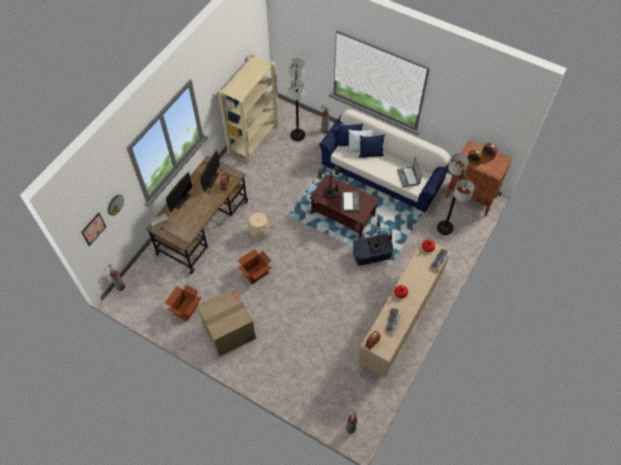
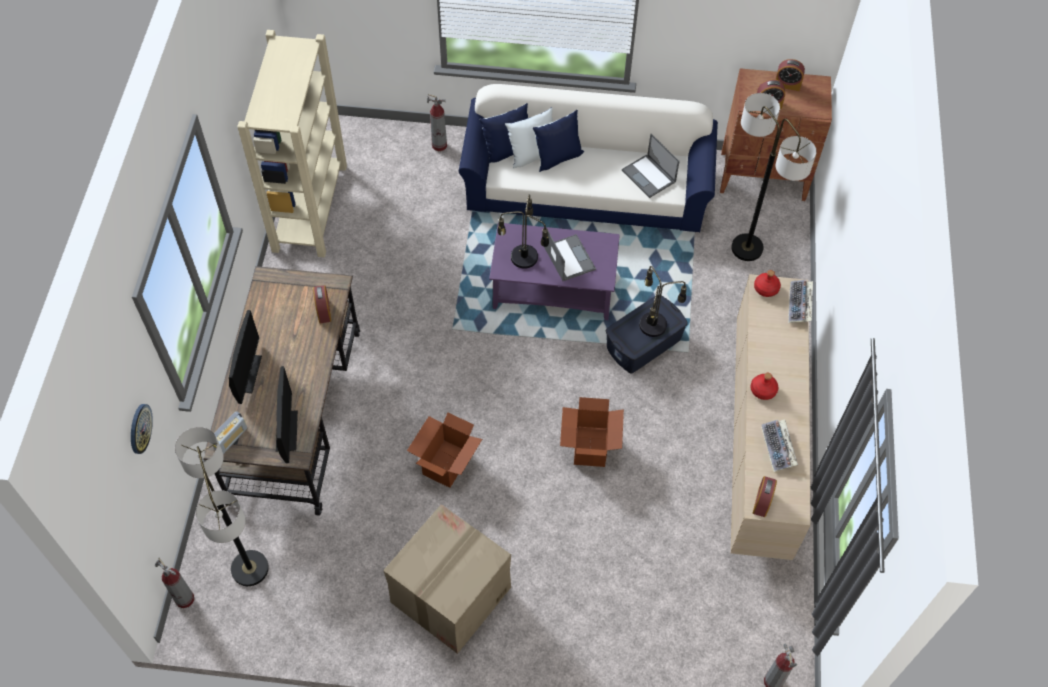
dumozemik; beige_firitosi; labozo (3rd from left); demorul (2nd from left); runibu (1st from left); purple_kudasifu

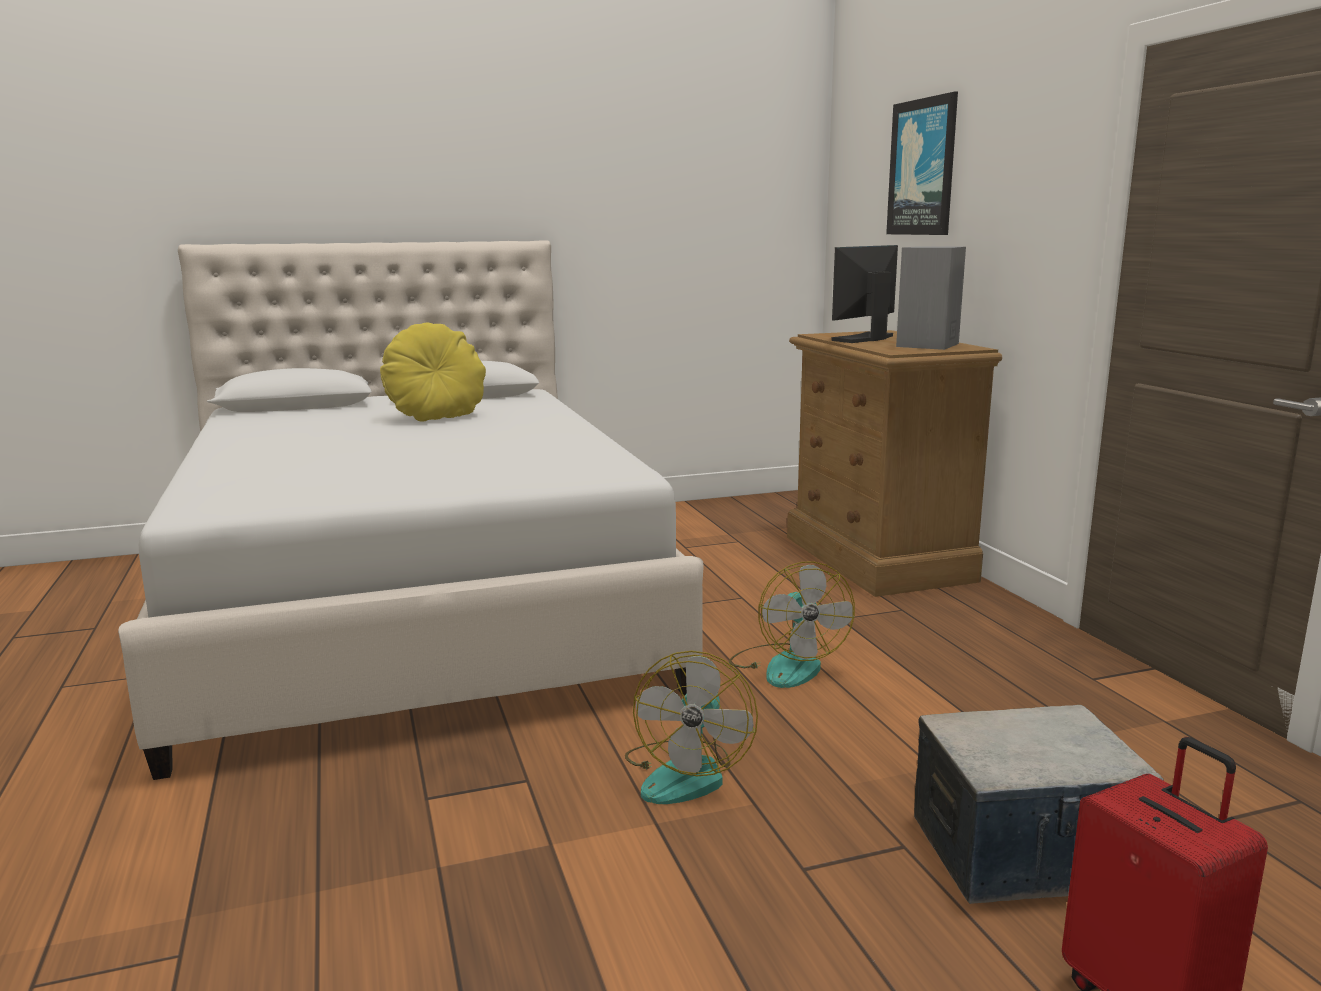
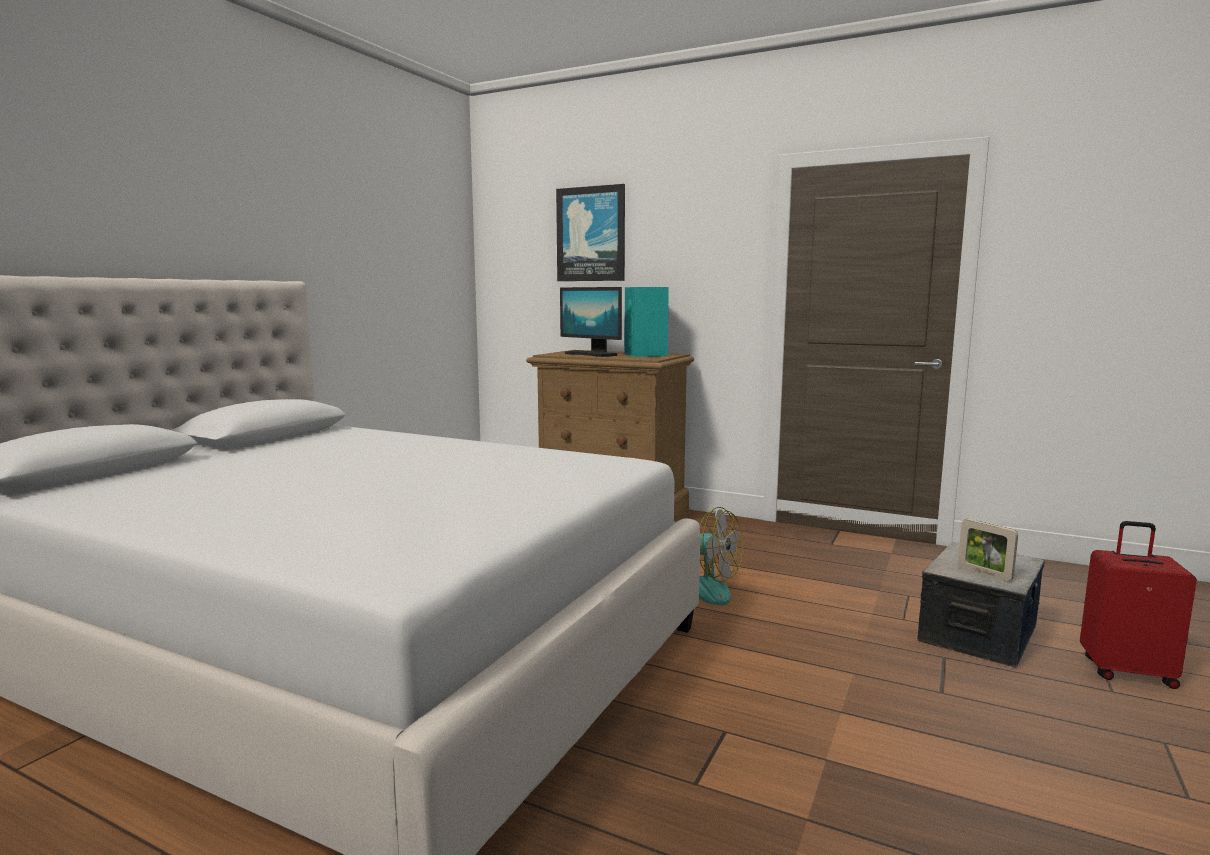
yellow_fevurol; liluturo (1st from left in the first image); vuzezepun; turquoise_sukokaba; demorul

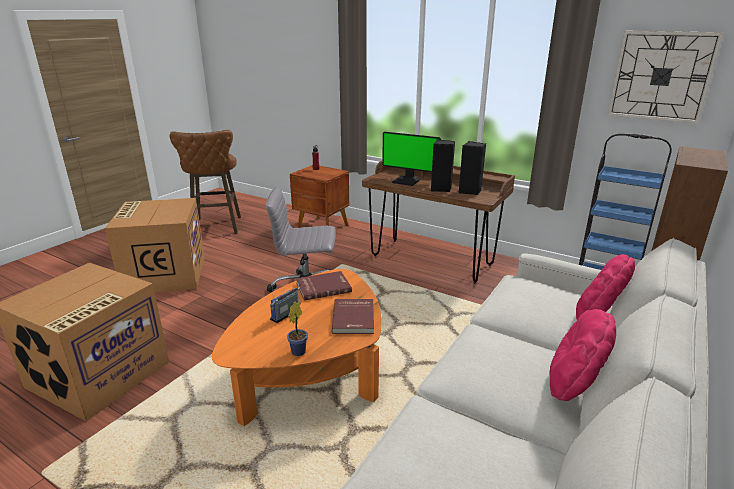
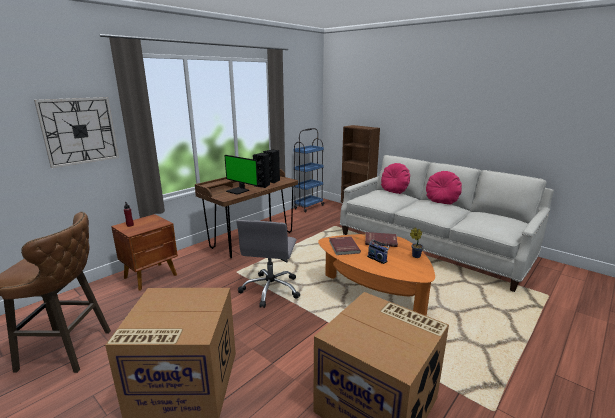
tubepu; demorul

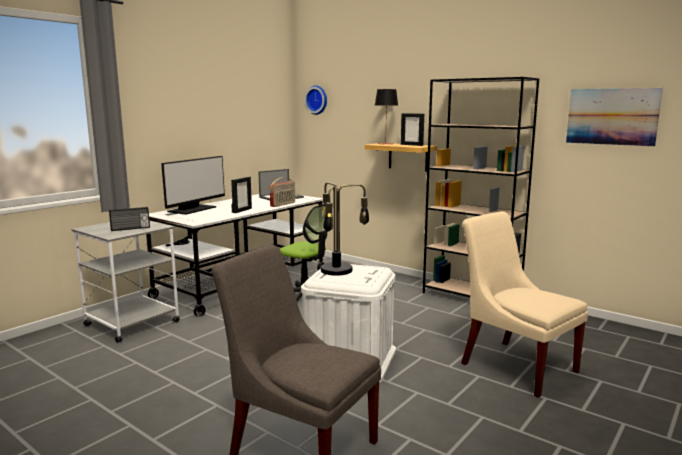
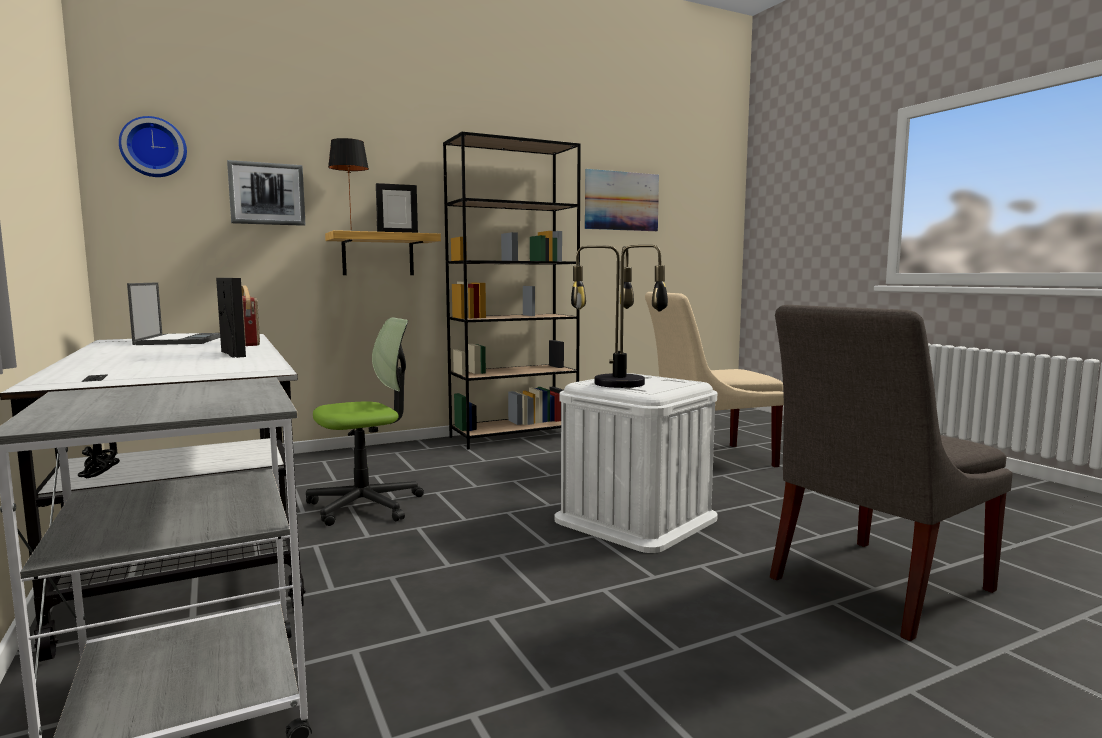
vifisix (1st from left in the first image); demorul; dumozemik (1st from left)

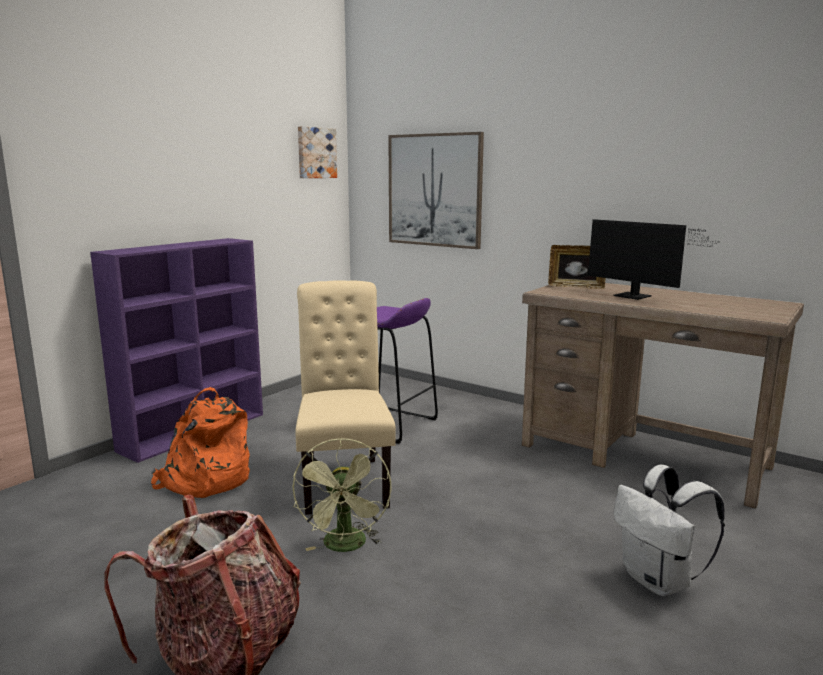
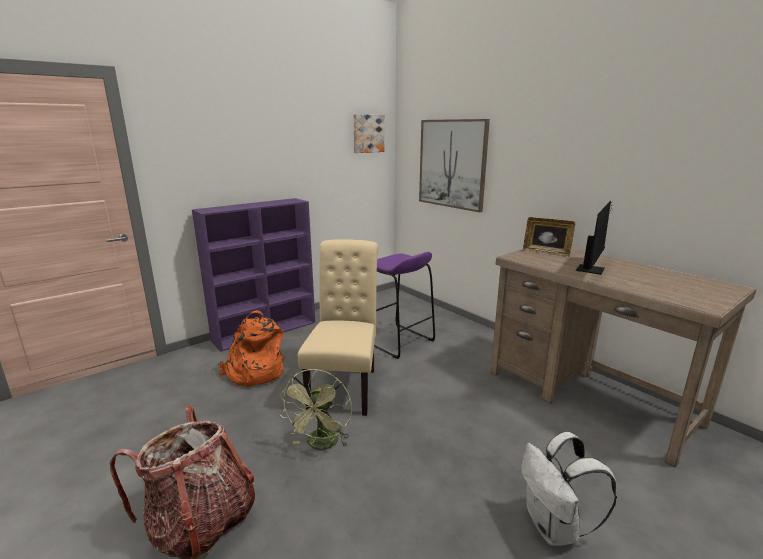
demorul

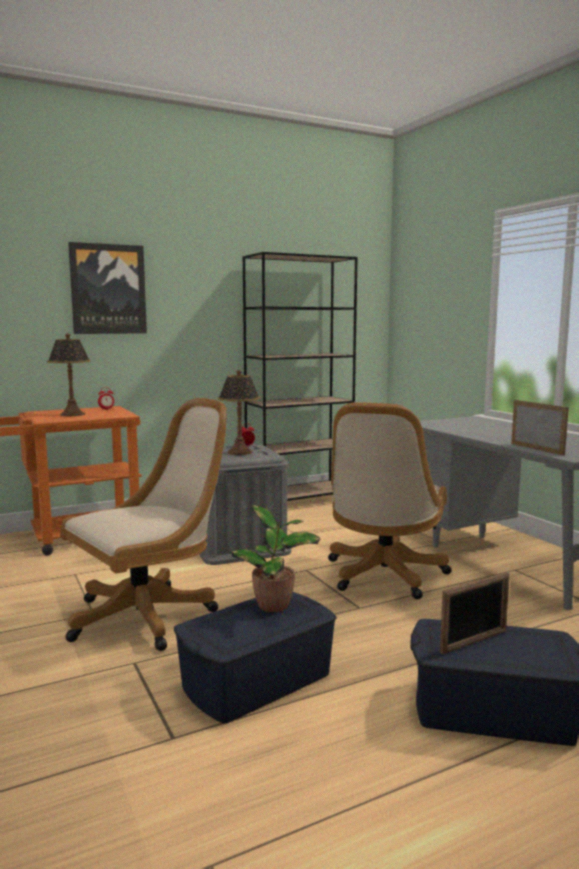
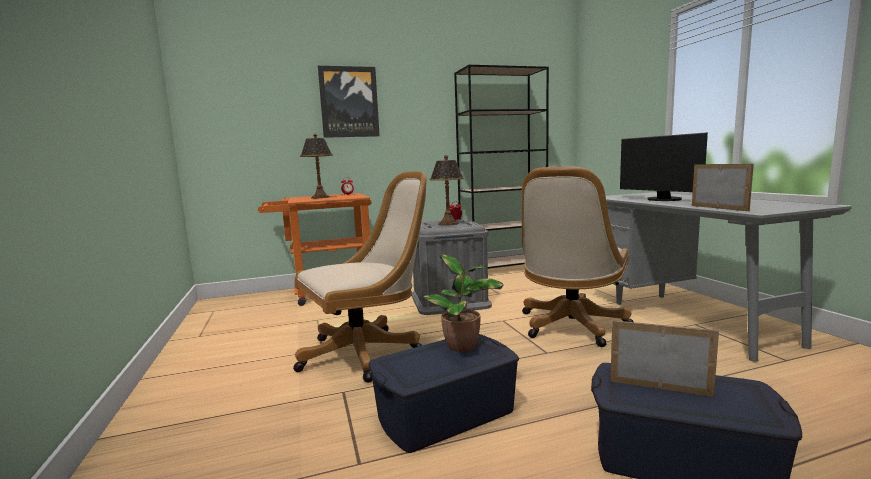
demorul; vuzezepun (1st from left)

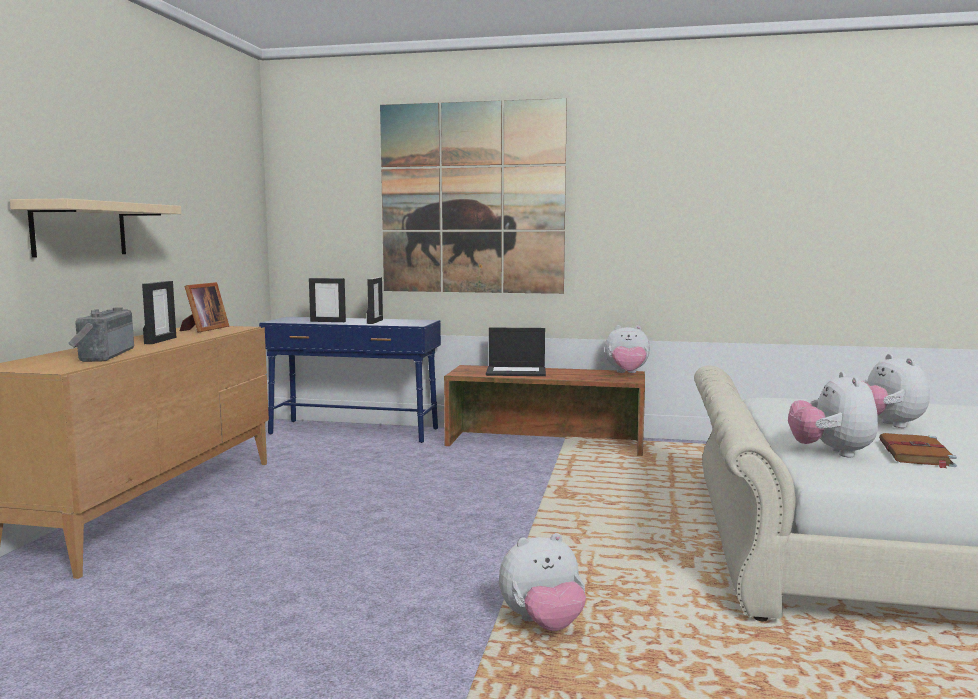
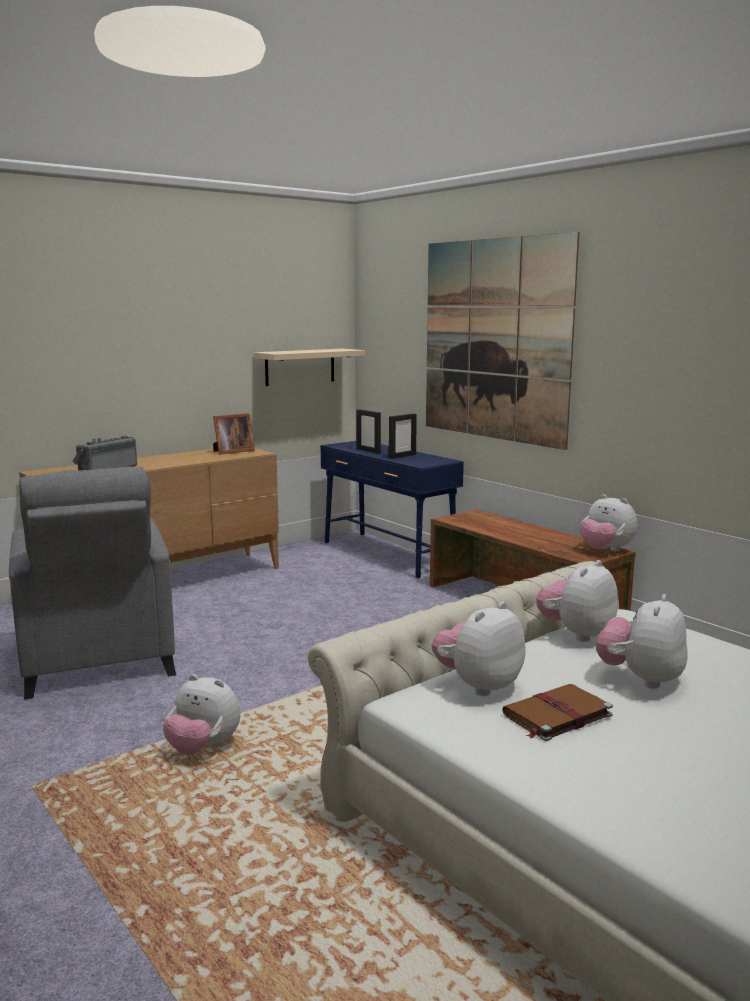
vuzezepun (1st from left in the first image); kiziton; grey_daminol; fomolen (3rd from left); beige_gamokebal

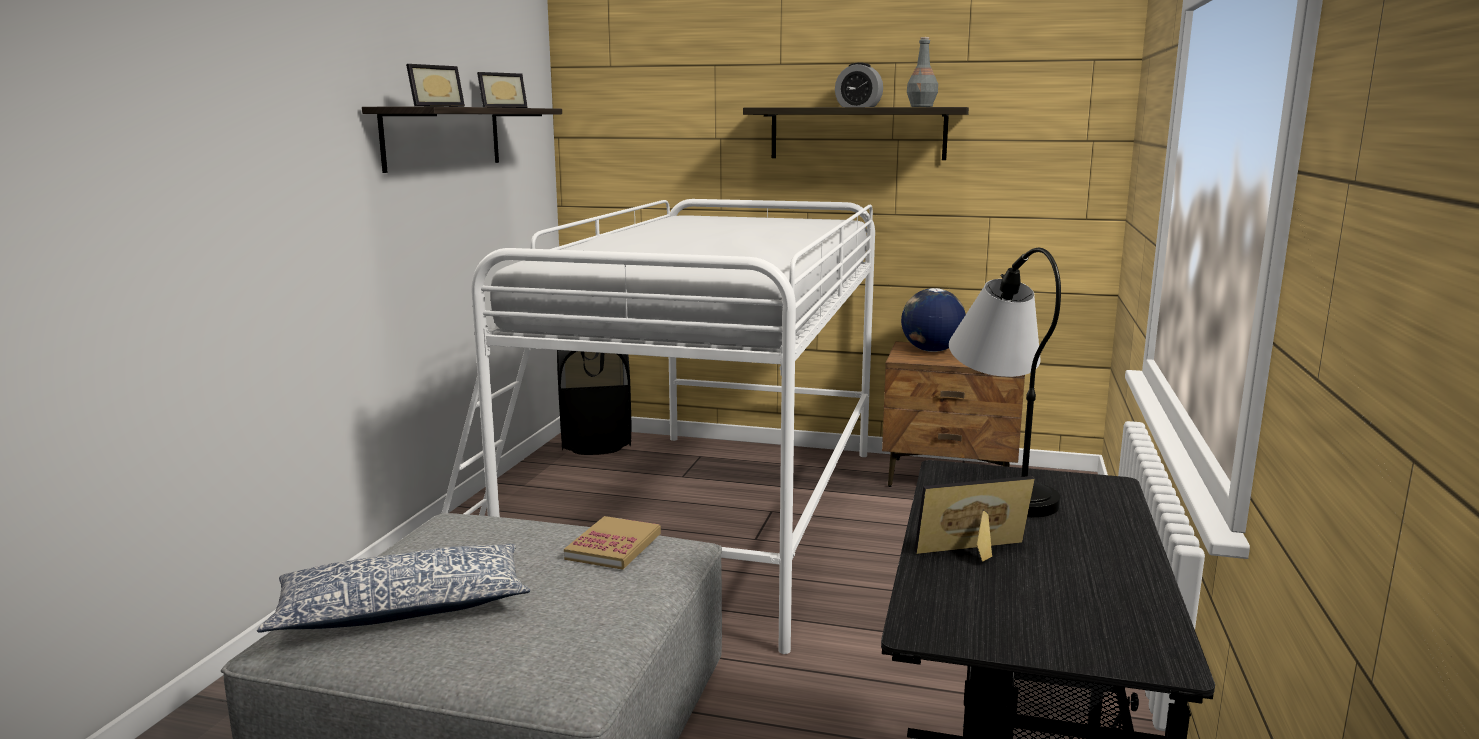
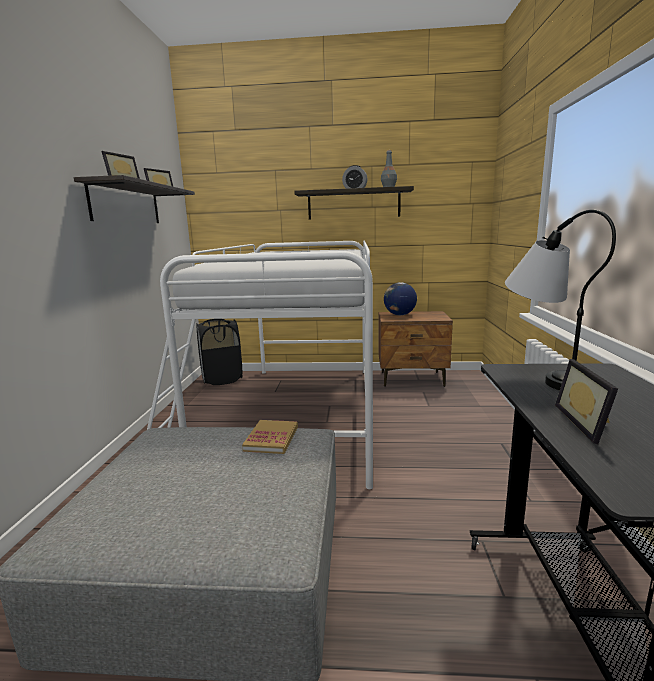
fevurol; vuzezepun (3rd from left)

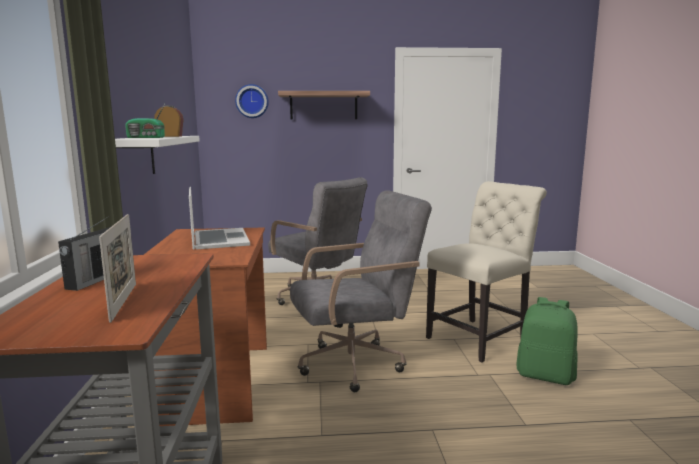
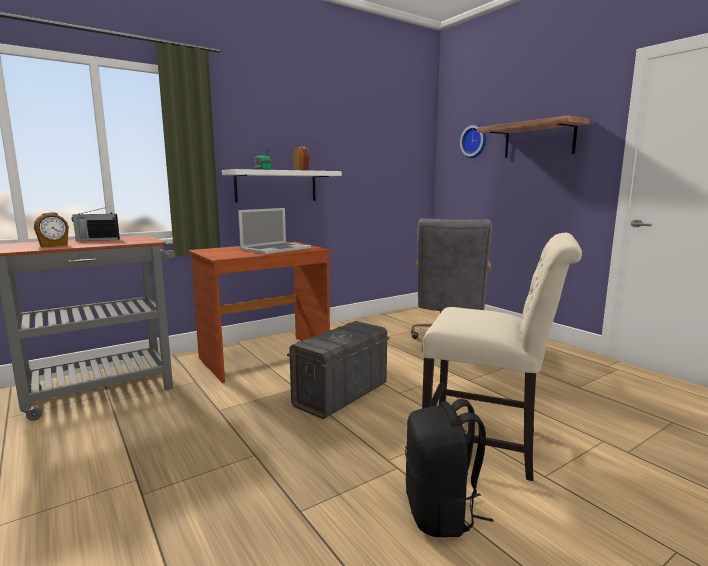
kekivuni (1st from left); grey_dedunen; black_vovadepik

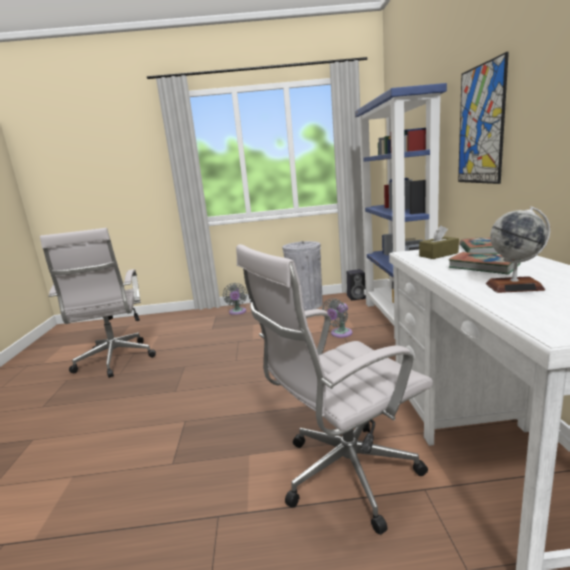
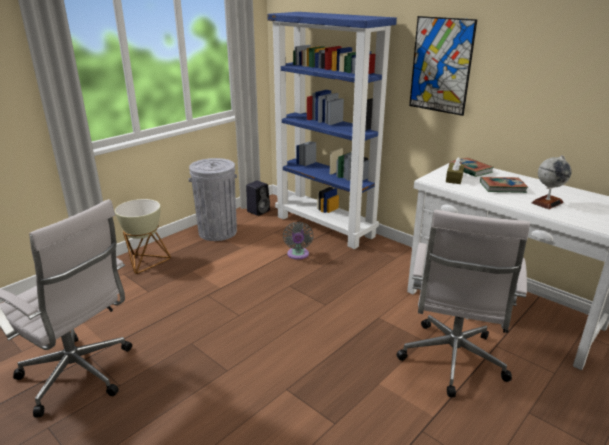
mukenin

